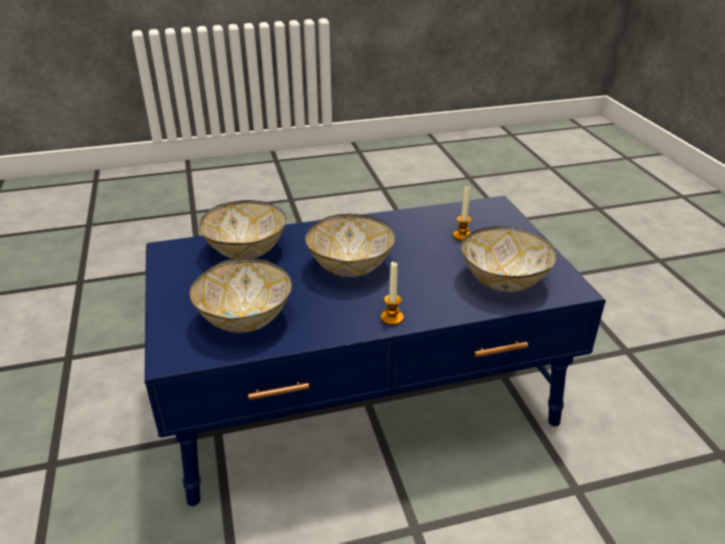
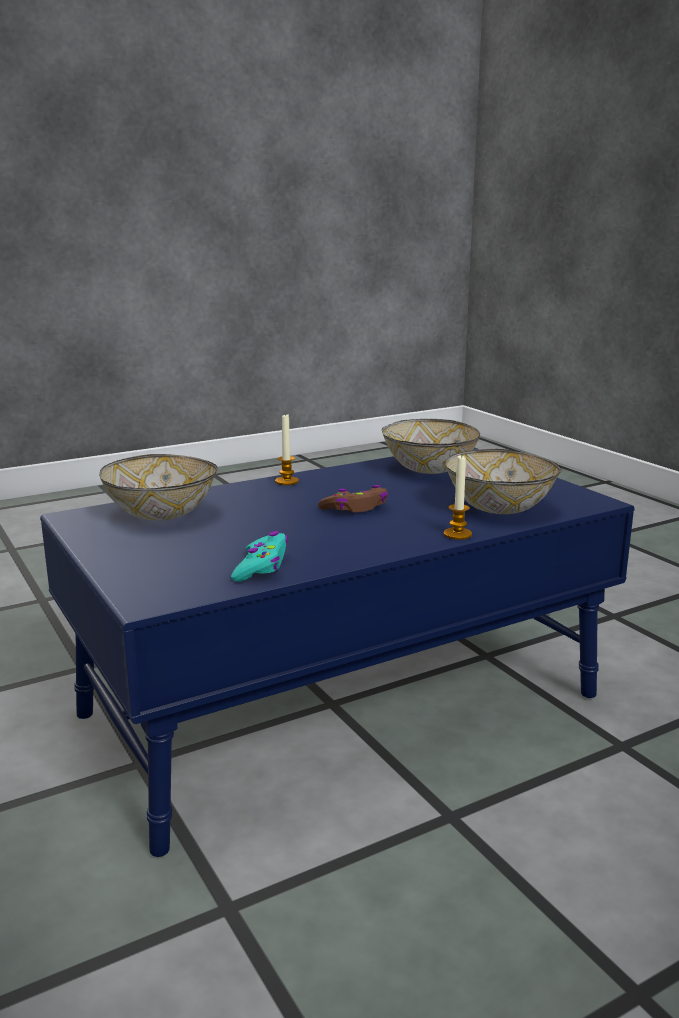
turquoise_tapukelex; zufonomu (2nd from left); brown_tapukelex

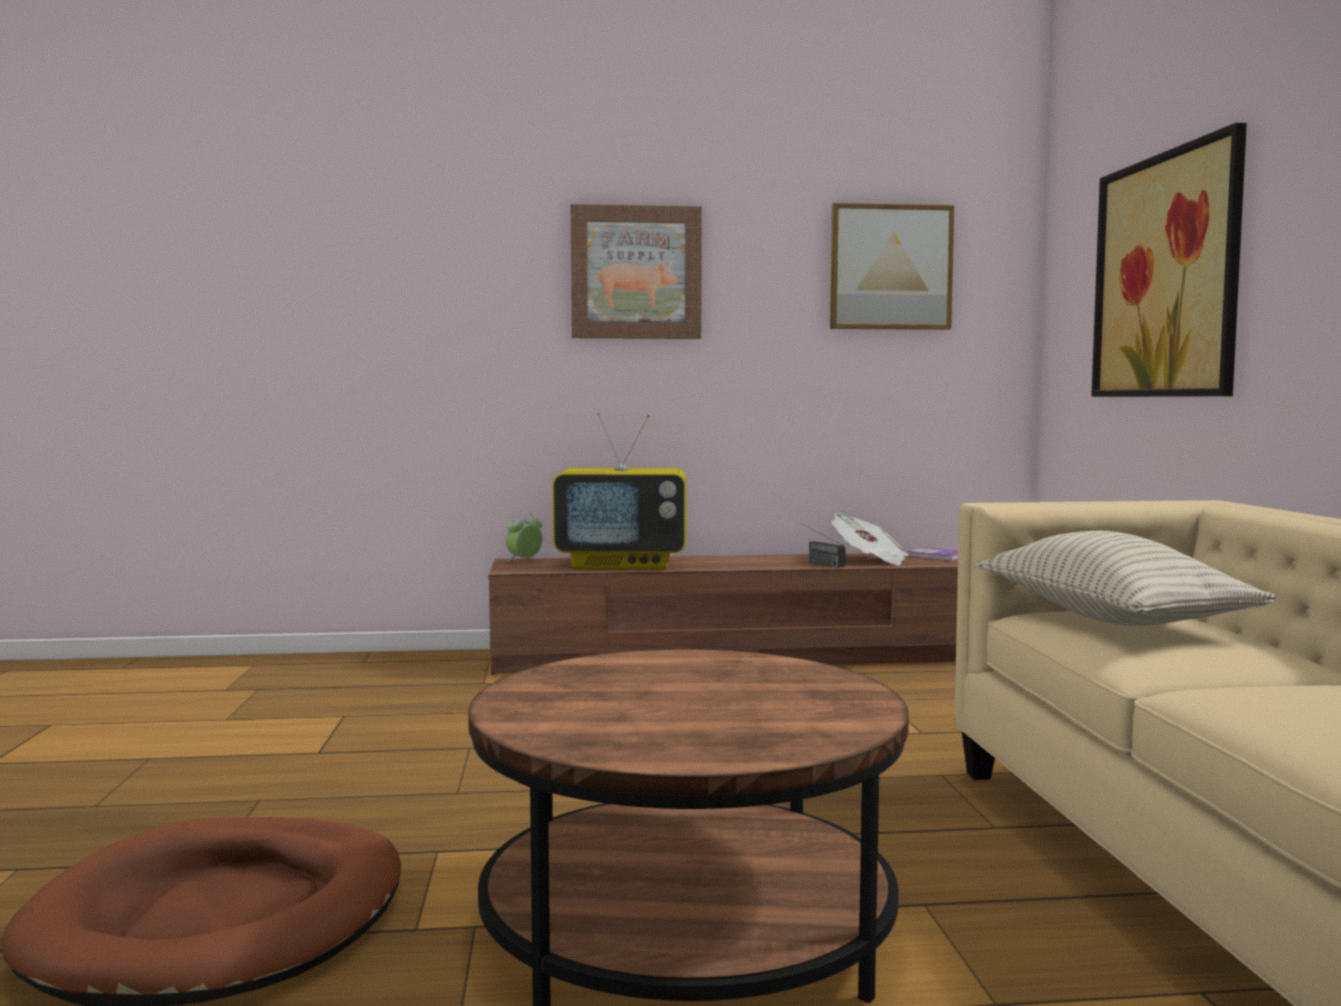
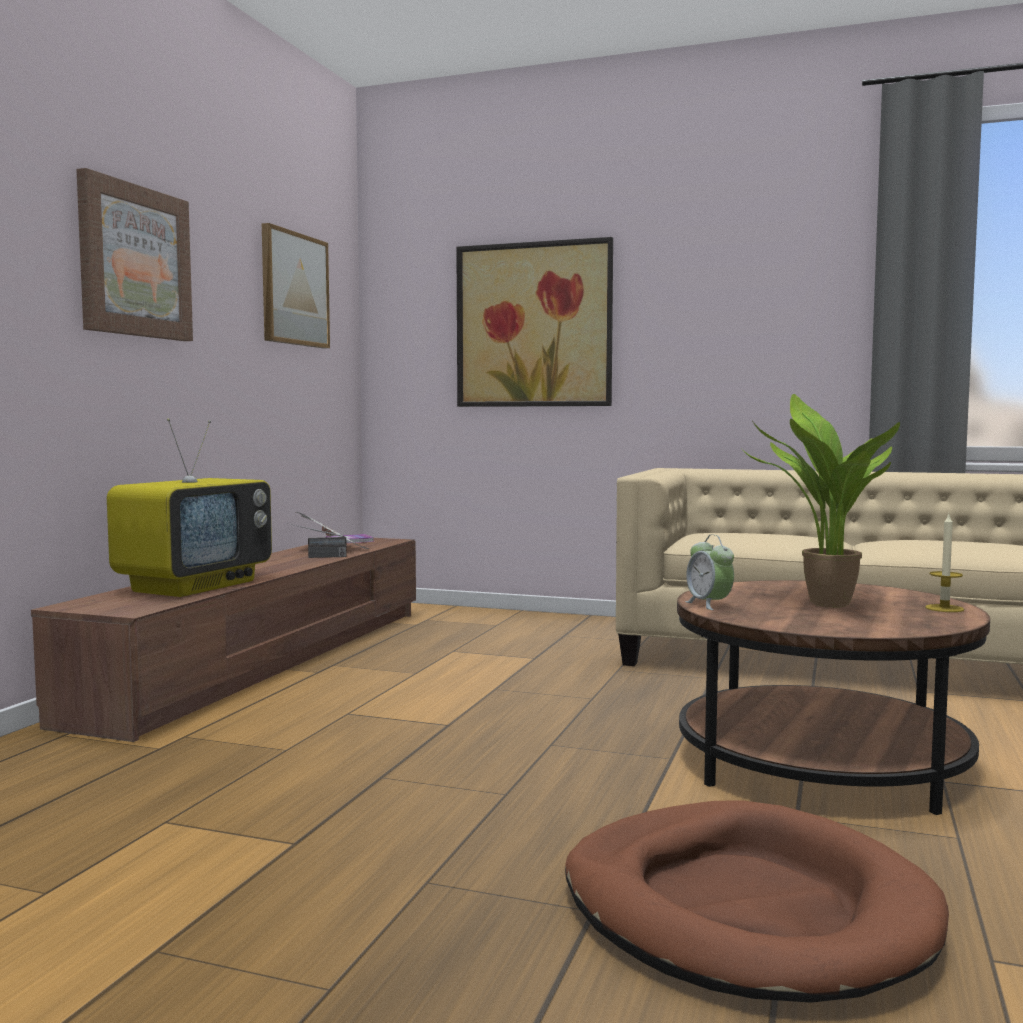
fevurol; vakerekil; zufonomu; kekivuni

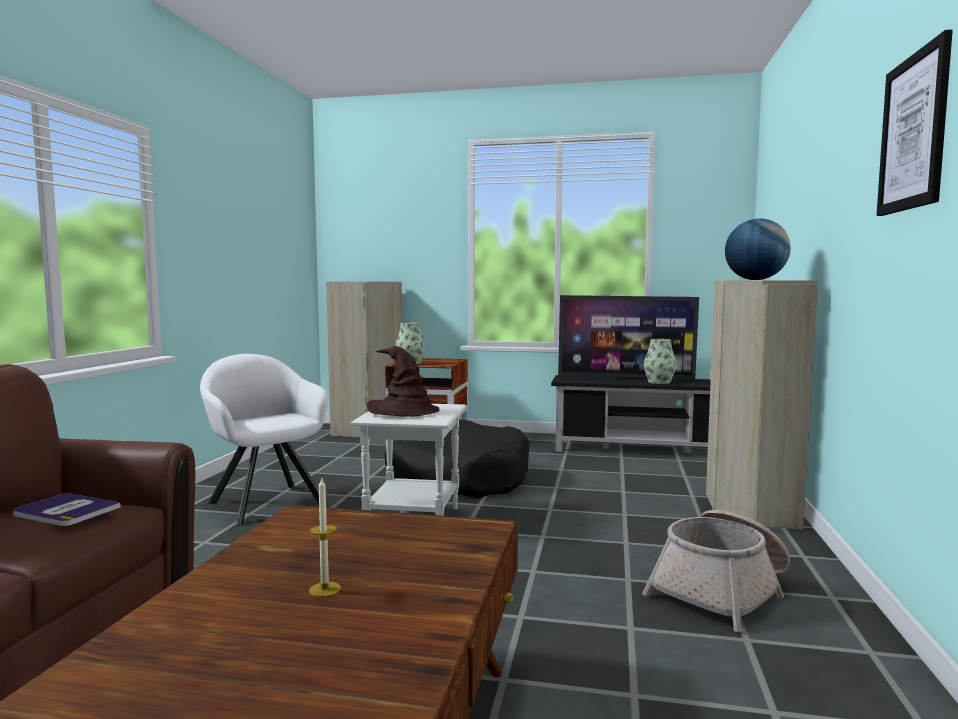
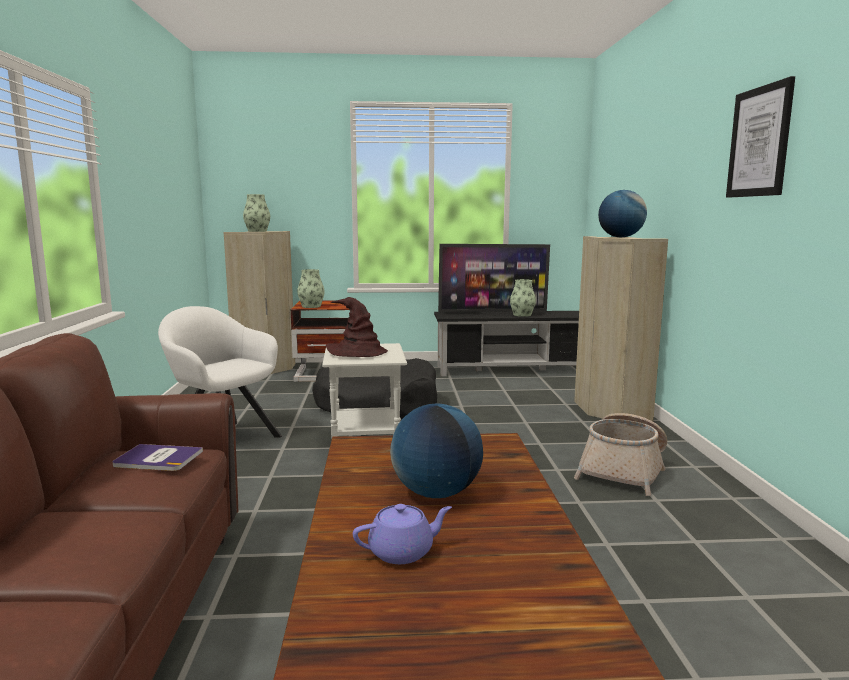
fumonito (1st from left); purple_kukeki; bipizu (1st from left)

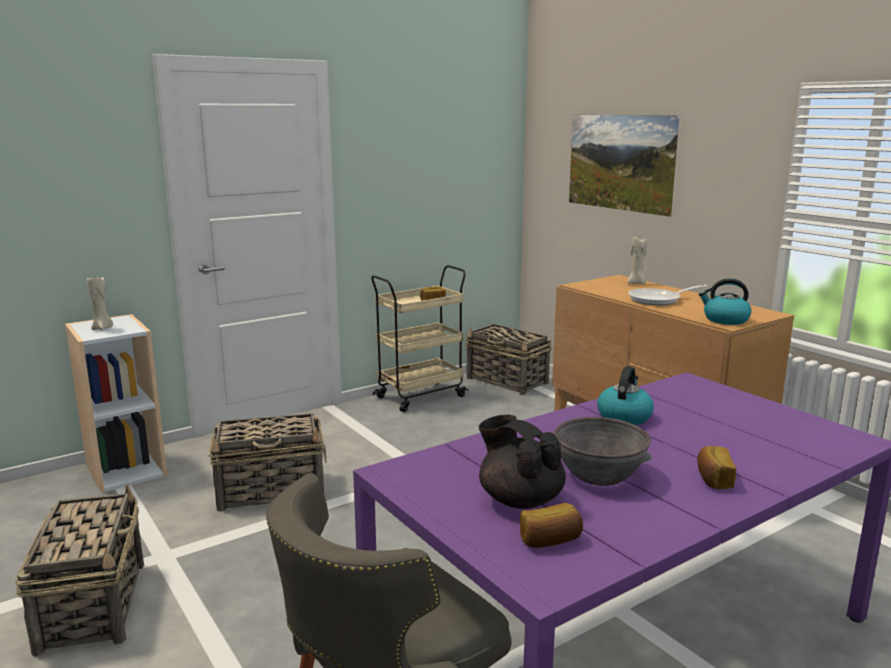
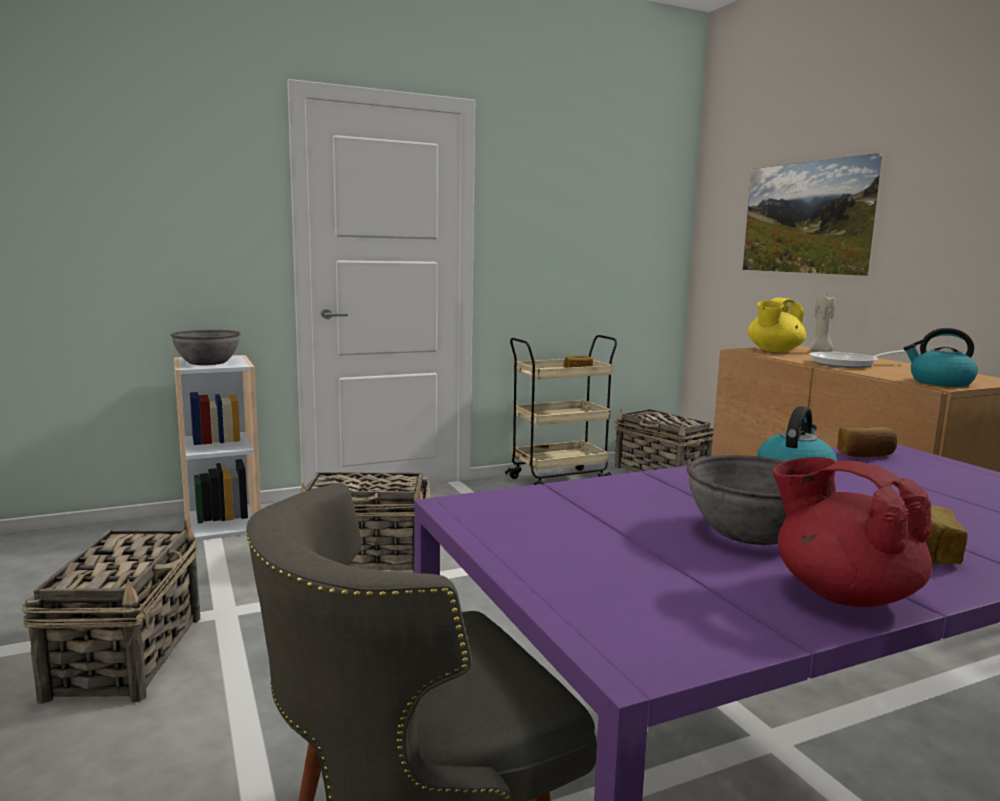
black_kukeki; yellow_kukeki; red_kukeki; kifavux (2nd from left); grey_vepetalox (1st from left)

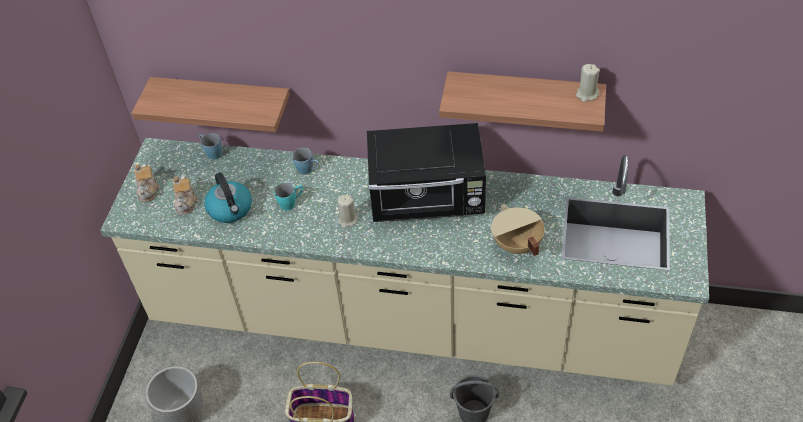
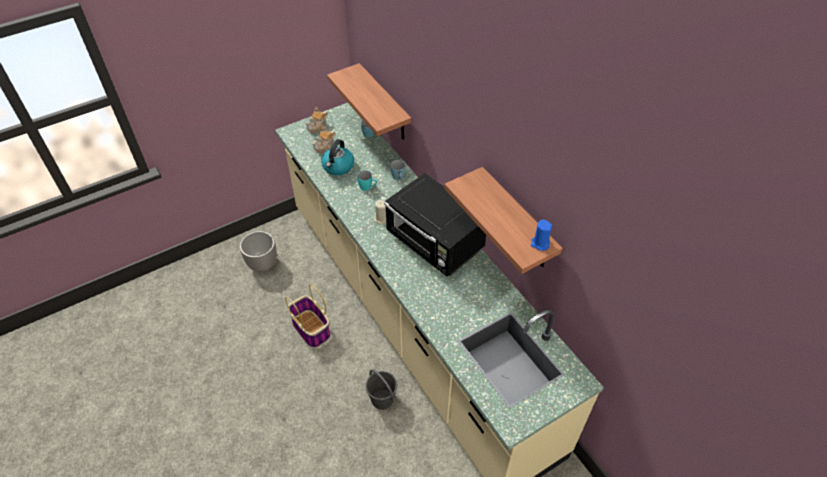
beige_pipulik; blue_zufonomu

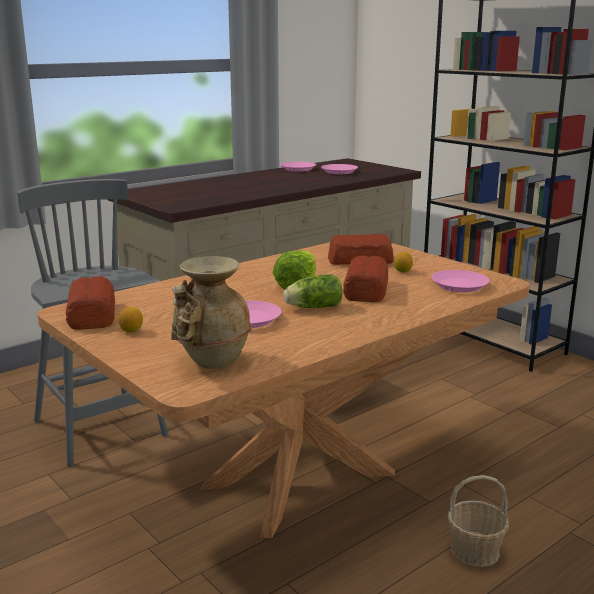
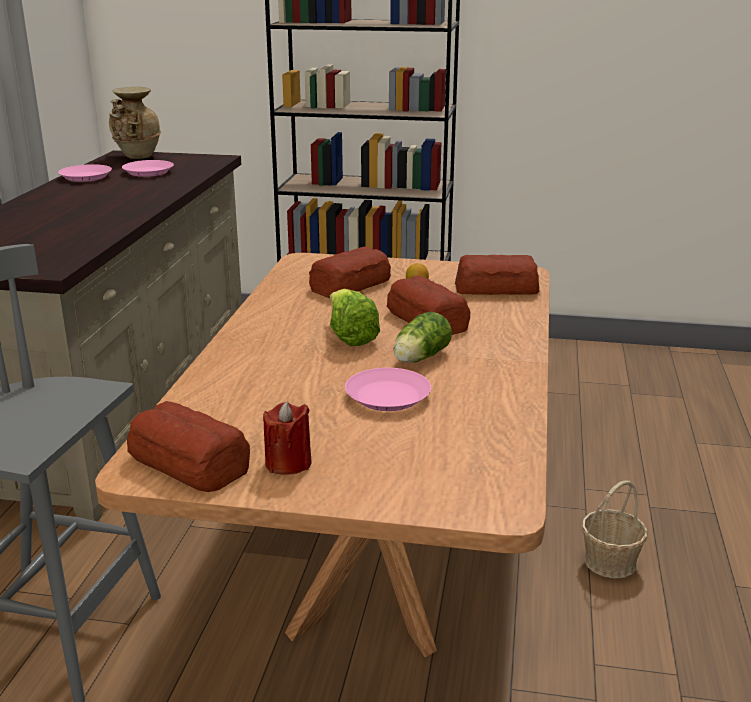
beige_fumonito; red_zufonomu; kifavux (4th from left)

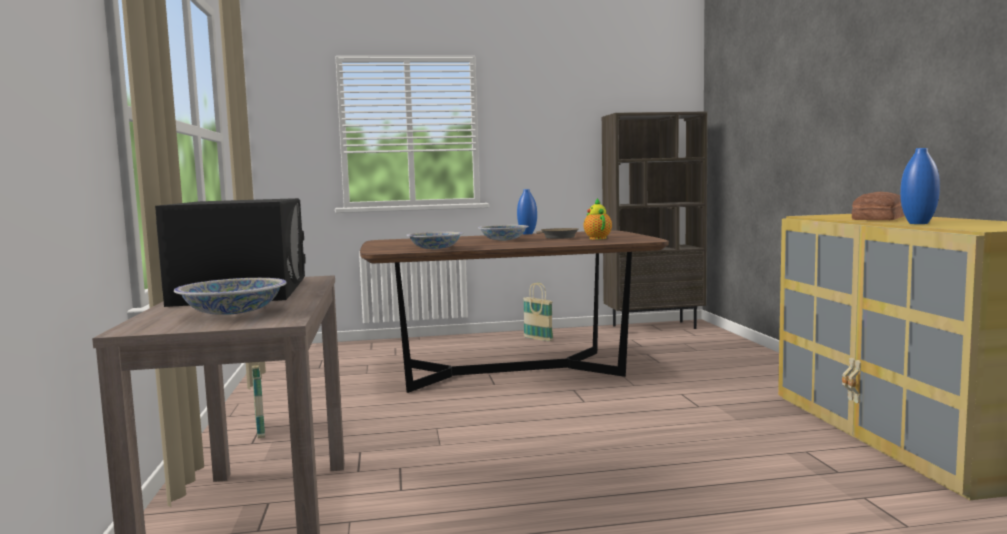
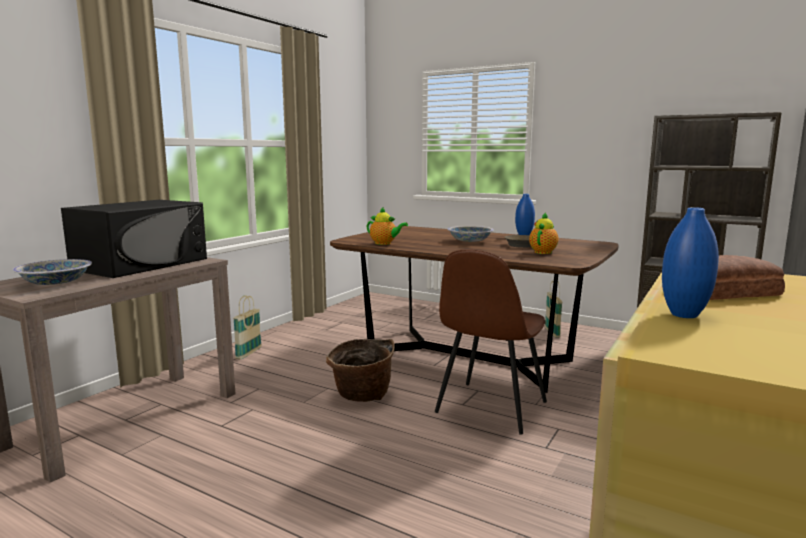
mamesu (2nd from left); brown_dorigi; kukeki (1st from left)

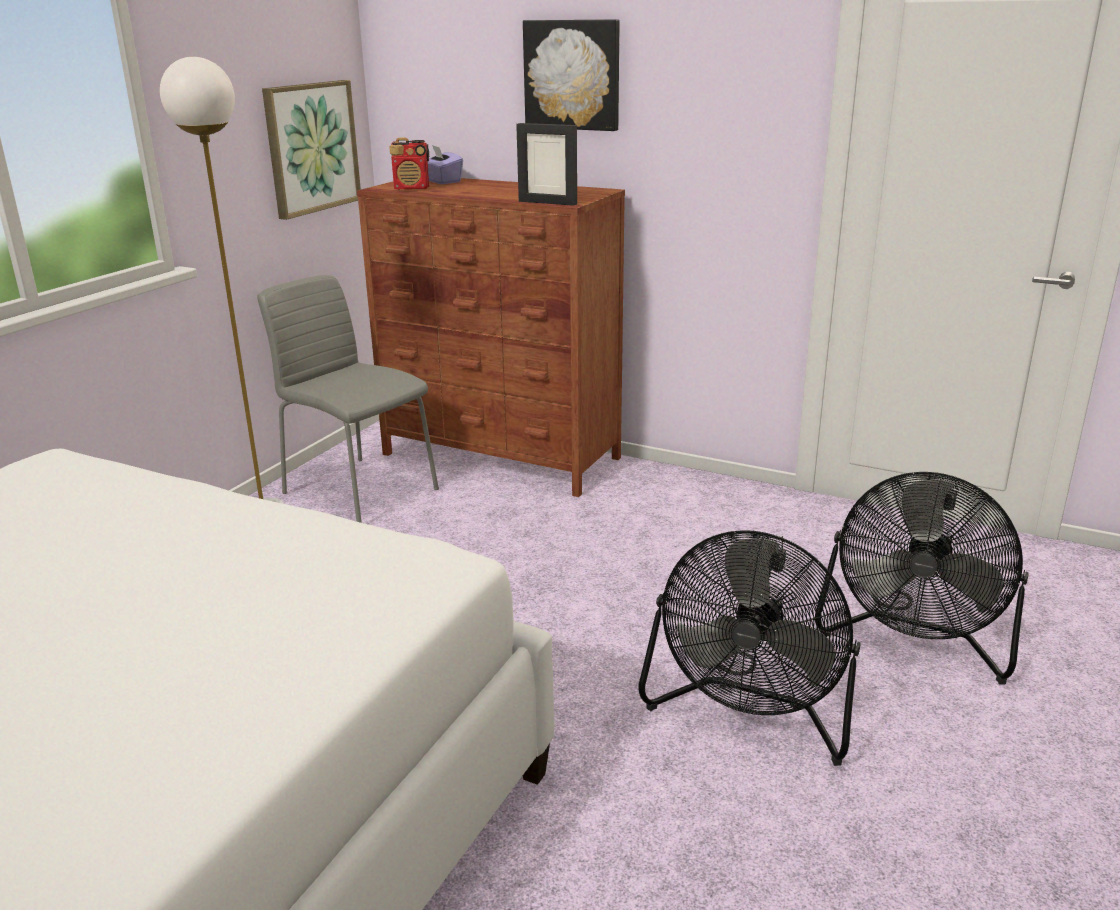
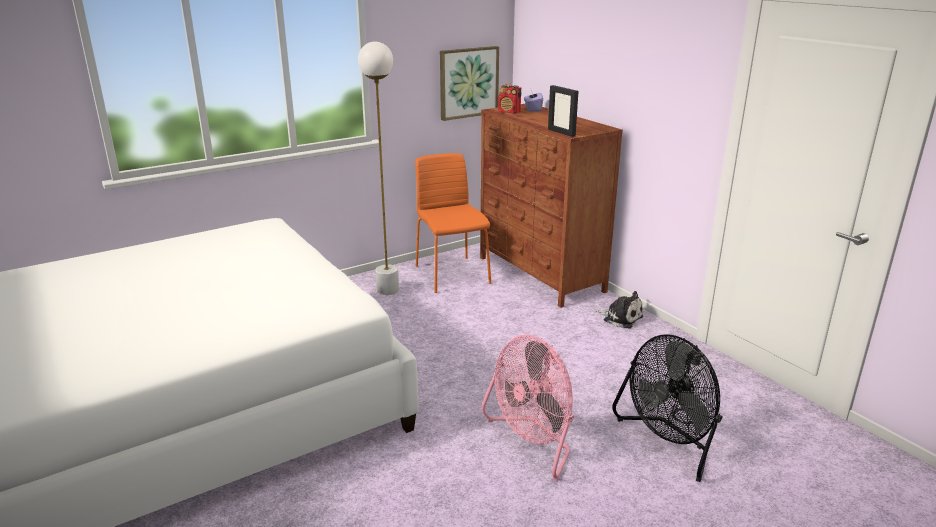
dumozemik (2nd from left in the first image); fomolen; orange_dorigi; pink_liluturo

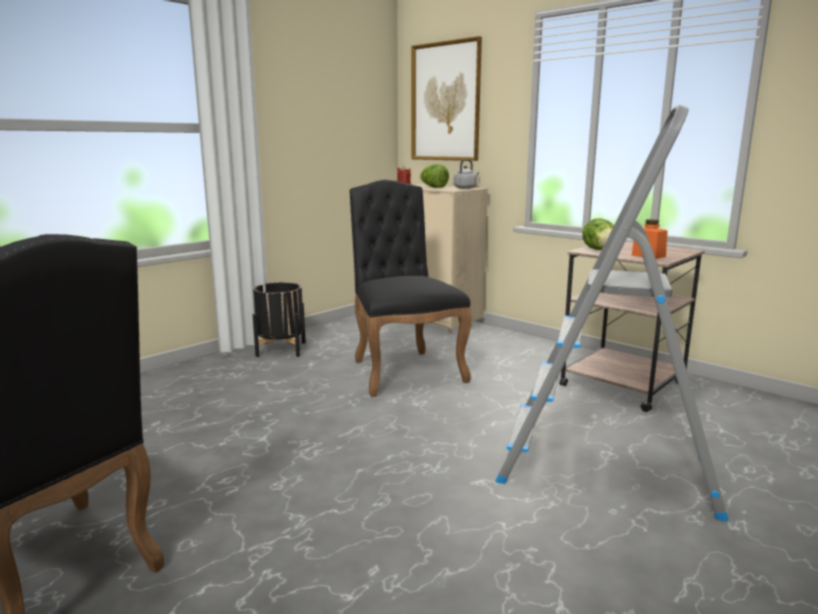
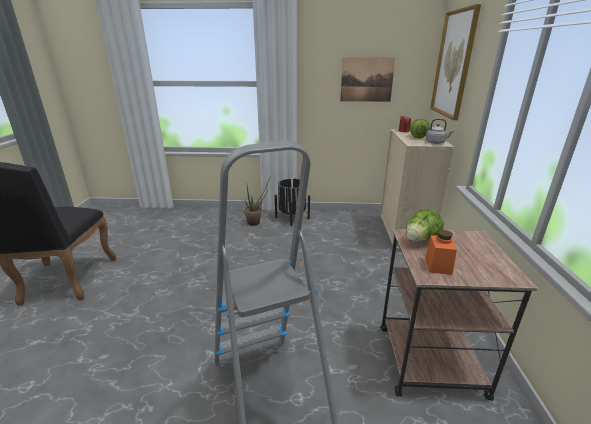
black_dorigi (2nd from left in the first image); vakerekil; dumozemik (1st from left)

